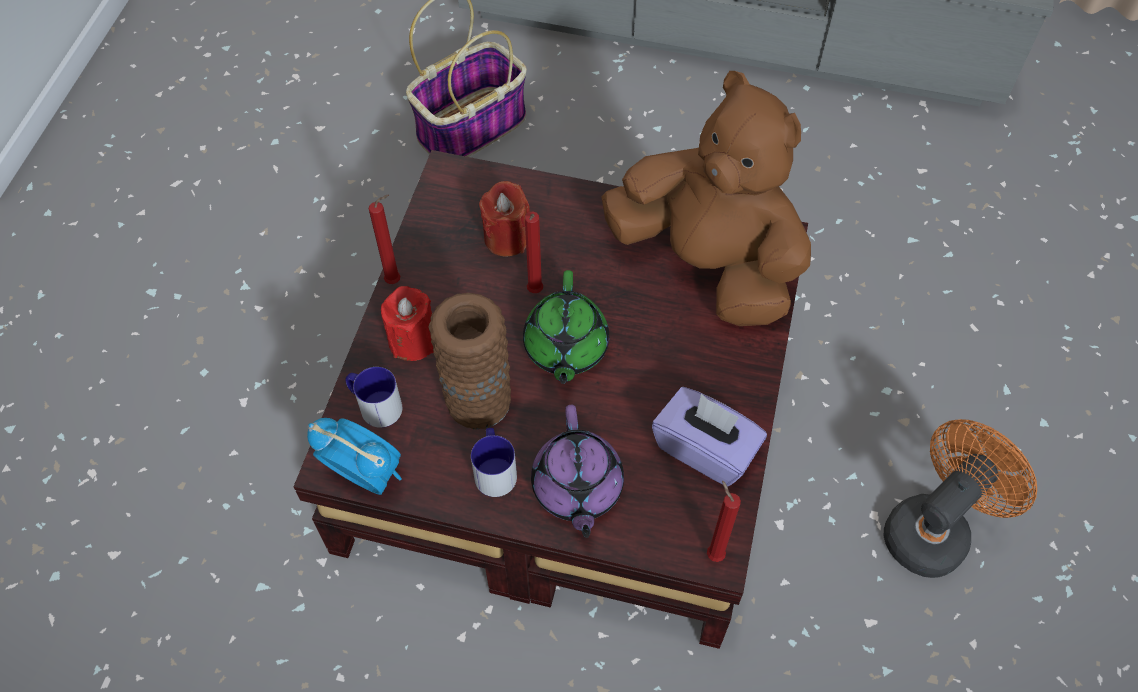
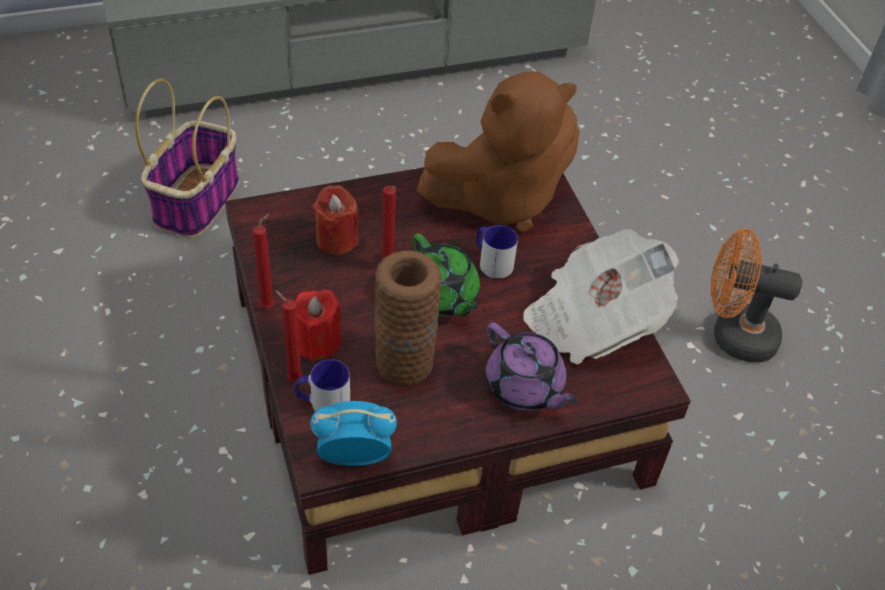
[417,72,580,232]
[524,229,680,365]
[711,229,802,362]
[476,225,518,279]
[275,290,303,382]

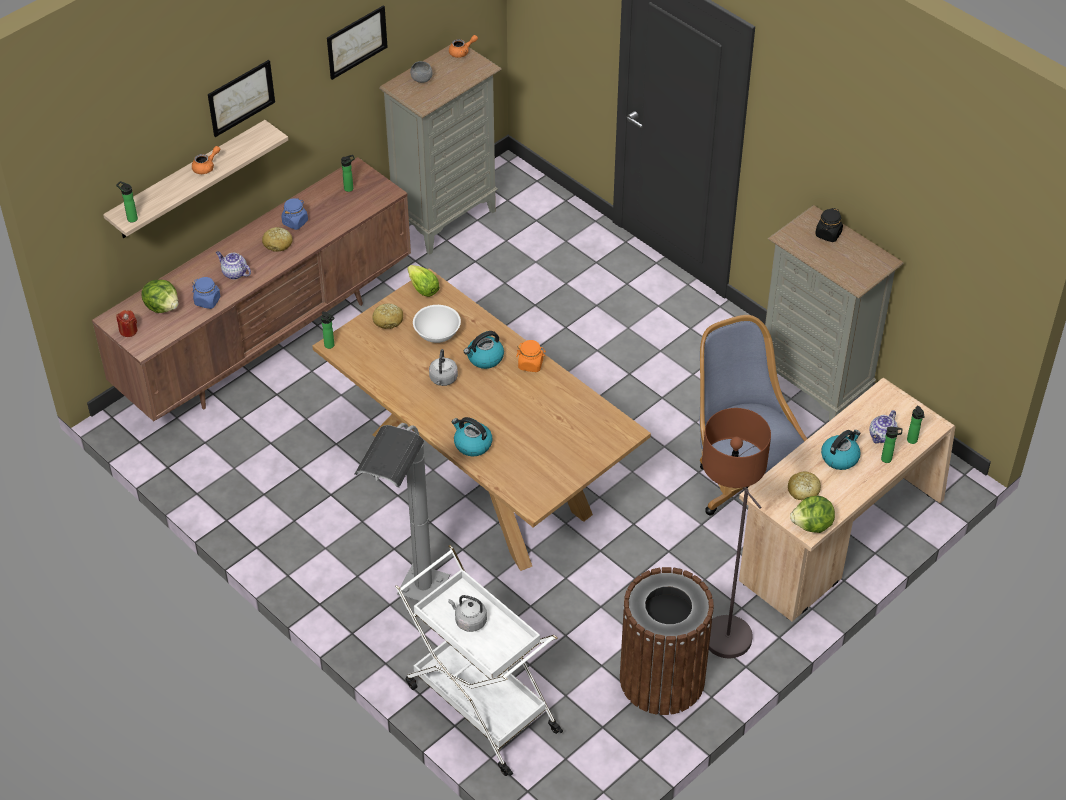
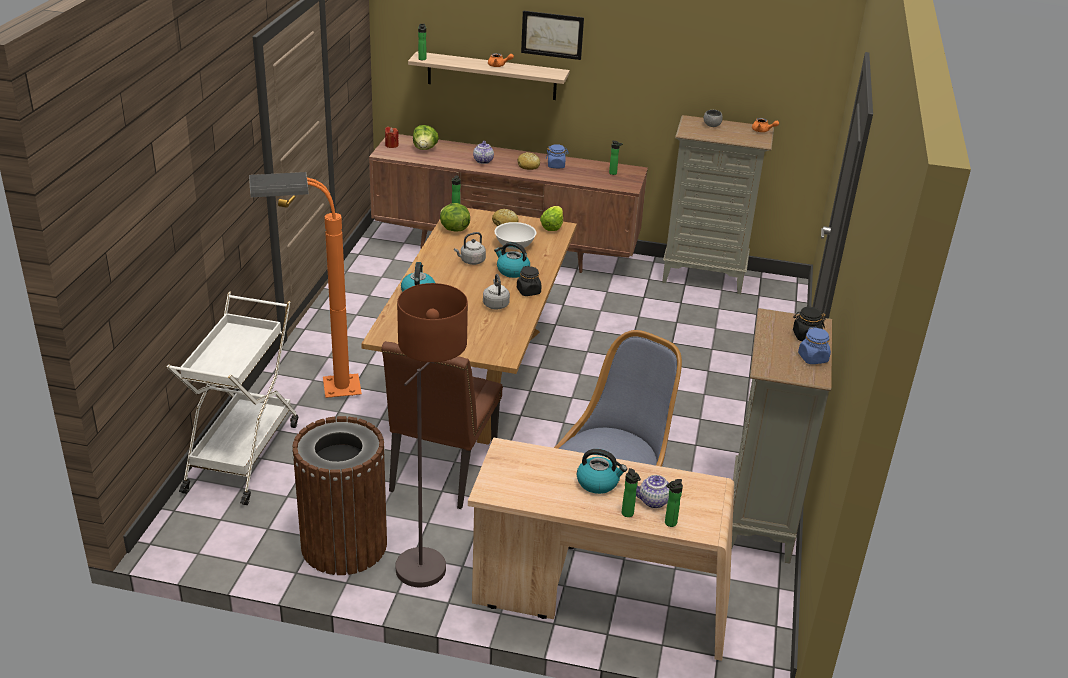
[327,5,387,80] (first image)
[798,327,831,364]
[517,266,542,296]
[249,172,362,398]
[788,472,821,500] (first image)
[440,203,470,231]
[483,274,510,309]
[381,341,503,509]

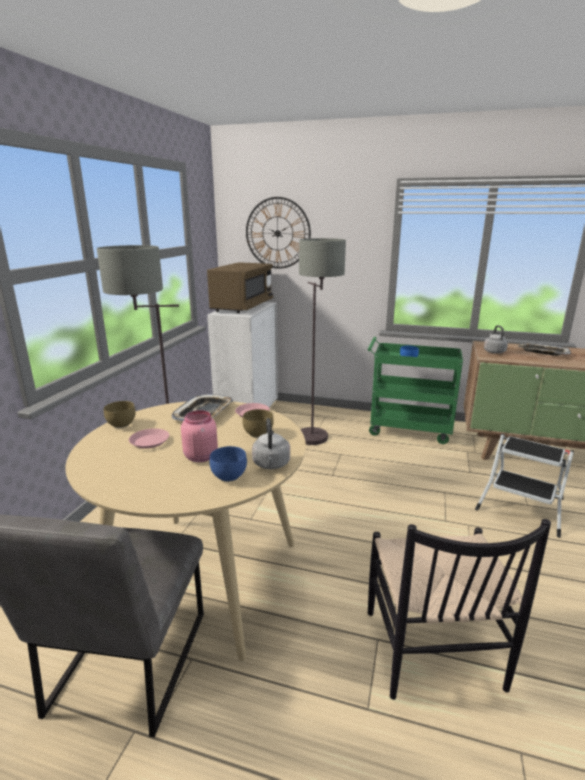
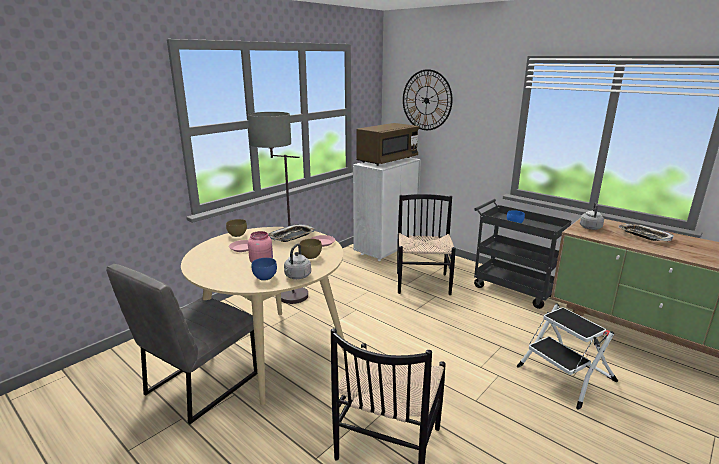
[397,194,456,295]
[474,199,571,309]

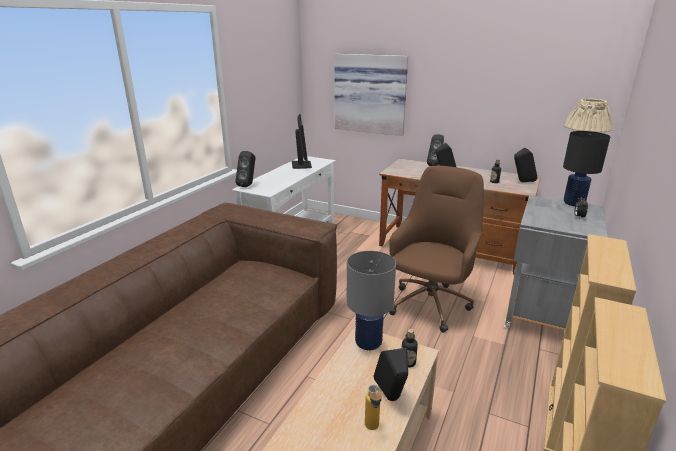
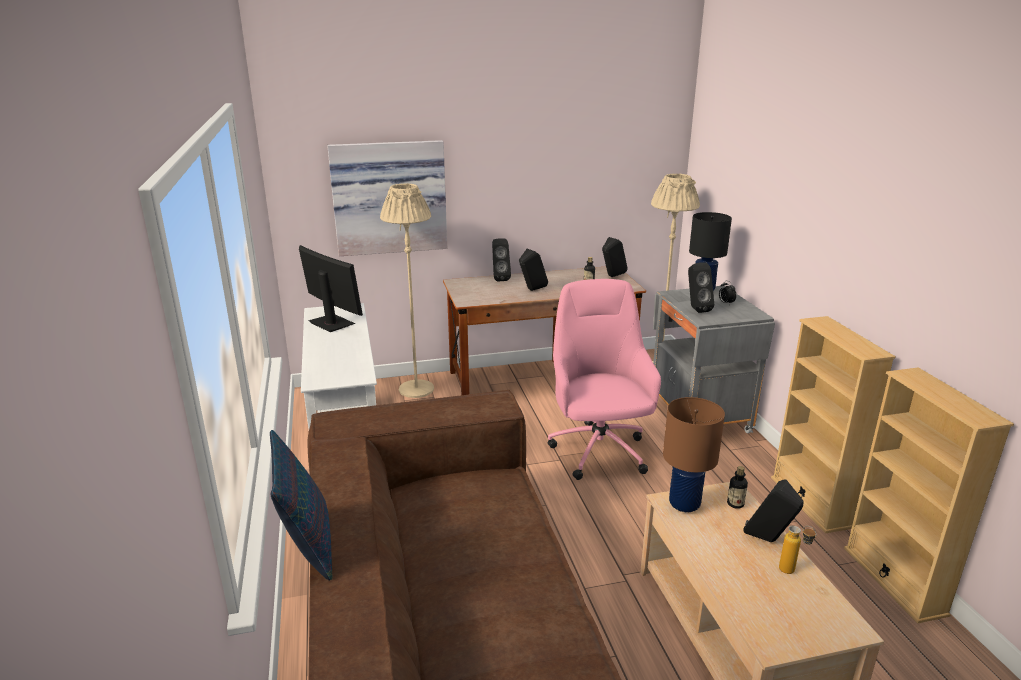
[688,262,714,313]
[548,279,661,480]
[663,397,725,512]
[380,183,434,398]
[270,430,332,580]

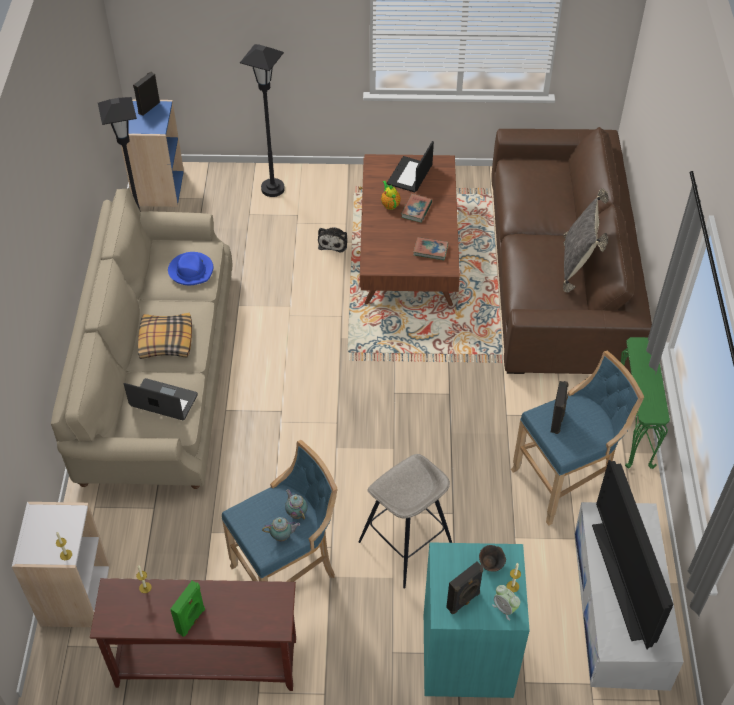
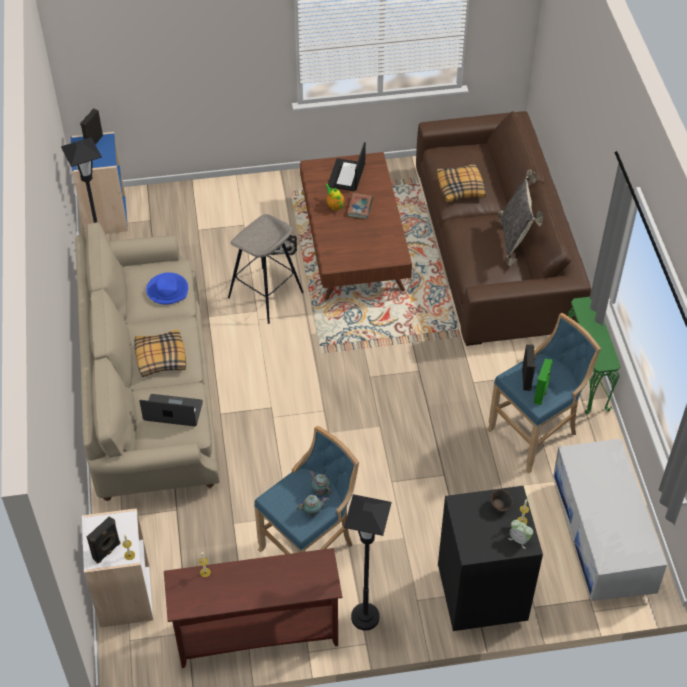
[344,494,392,630]
[414,237,448,260] (first image)
[228,214,303,324]
[592,460,674,649] (first image)
[438,486,543,631]
[87,516,120,564]
[534,359,553,405]
[437,164,486,202]

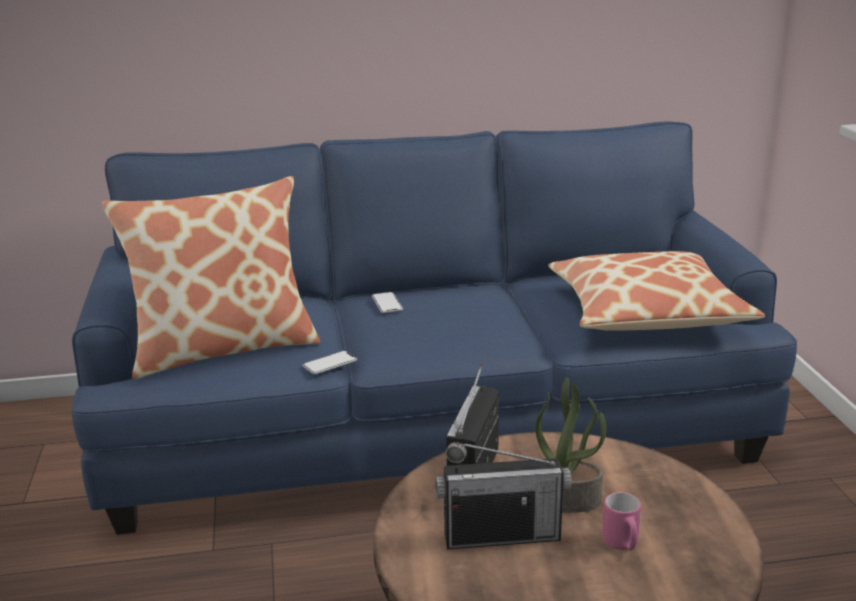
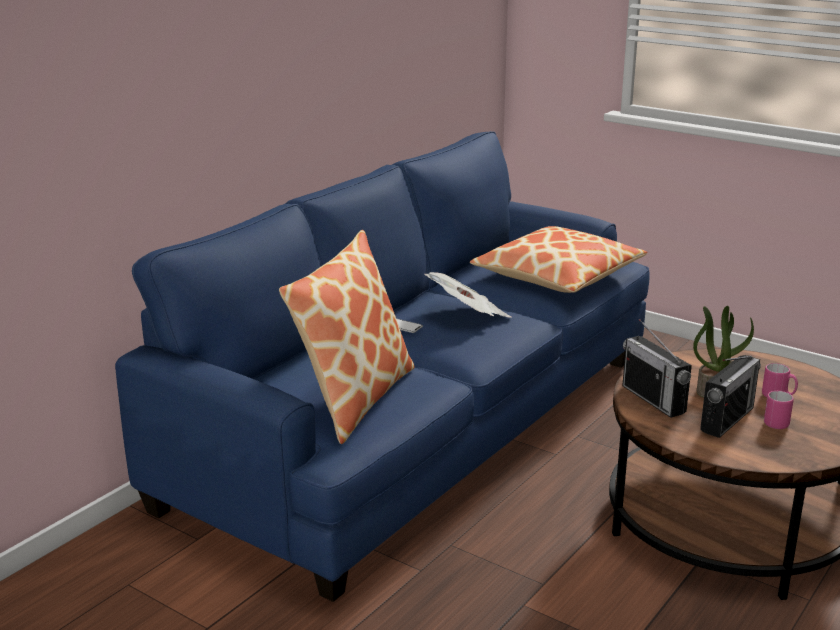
[302,351,357,374] (first image)
[424,272,512,318]
[764,391,794,429]

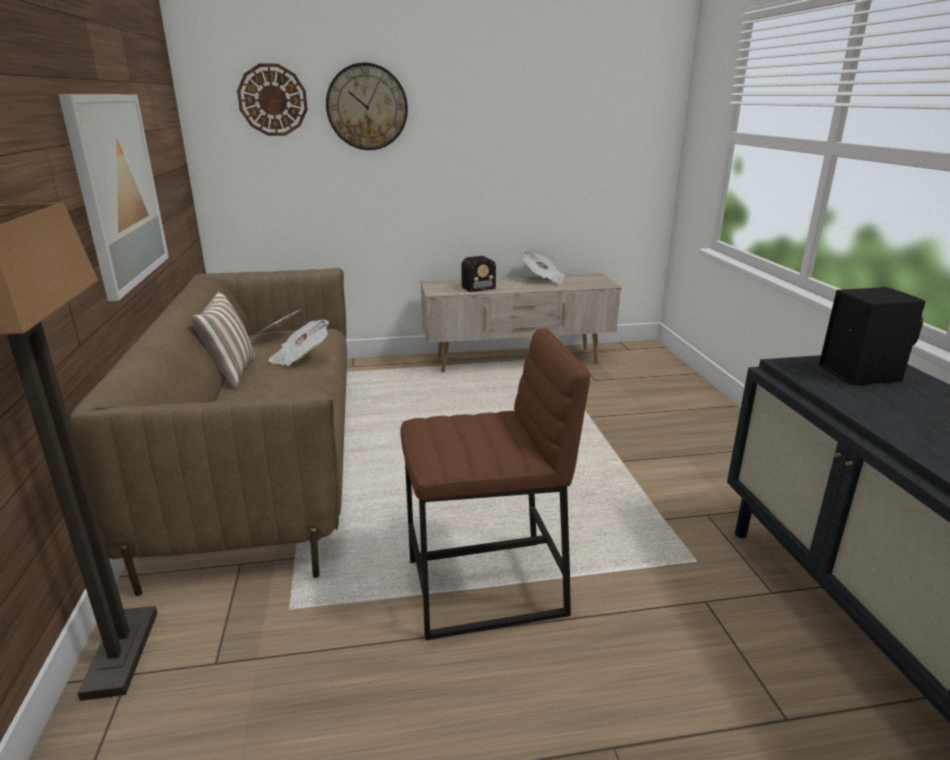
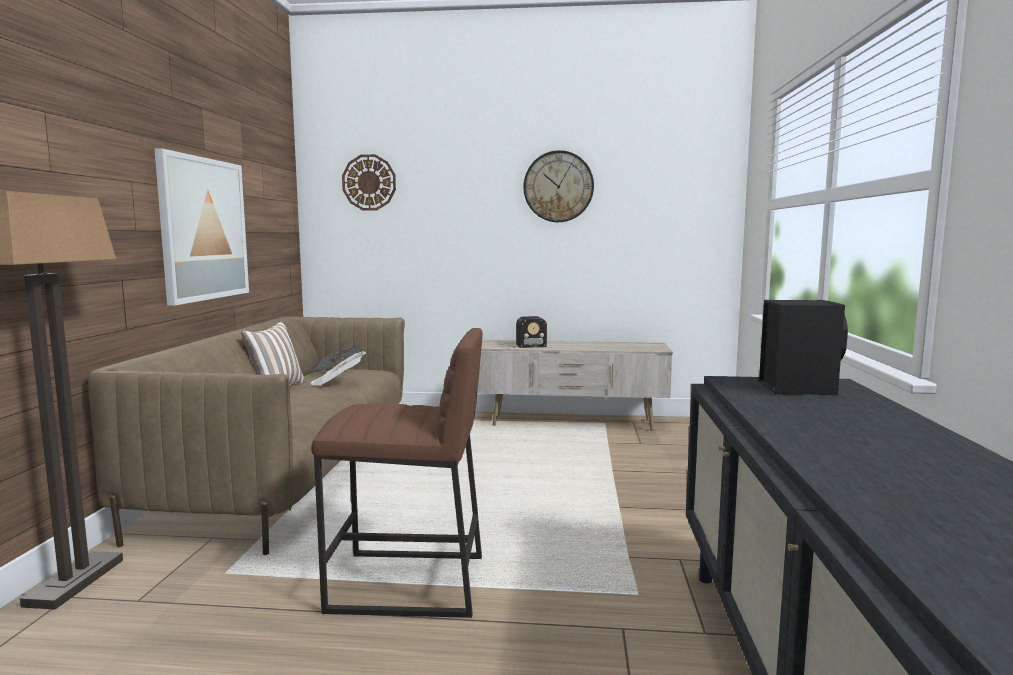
[523,150,594,222]
[523,251,565,284] (first image)

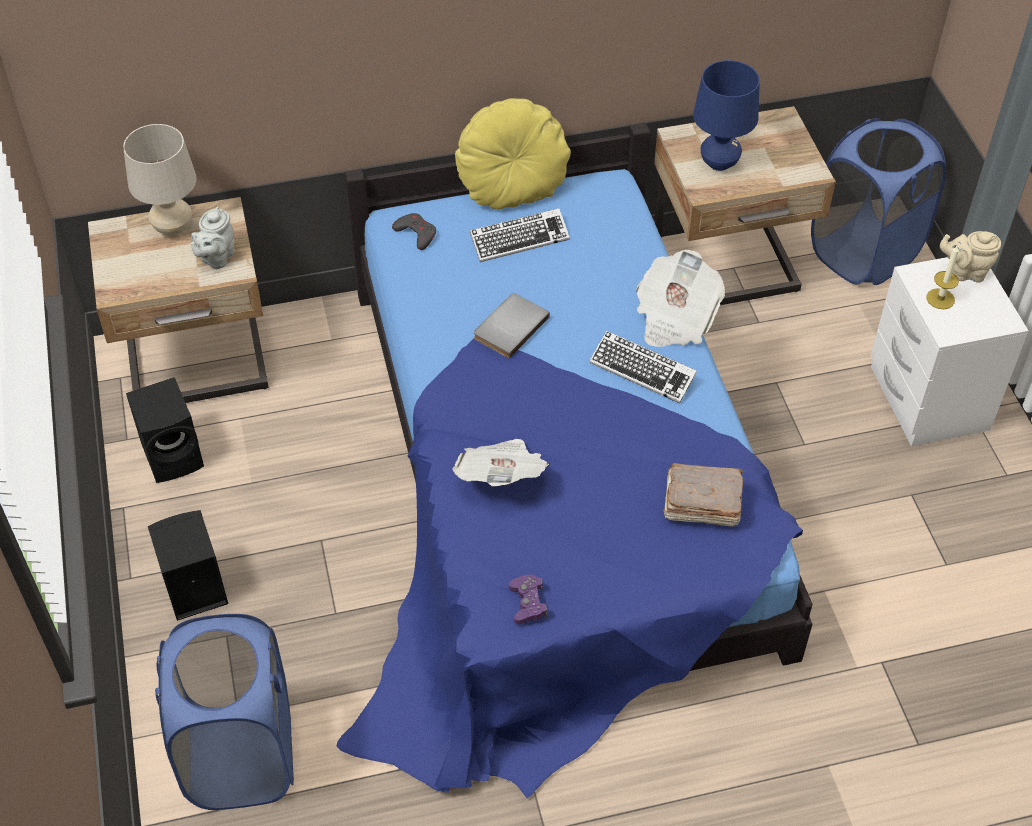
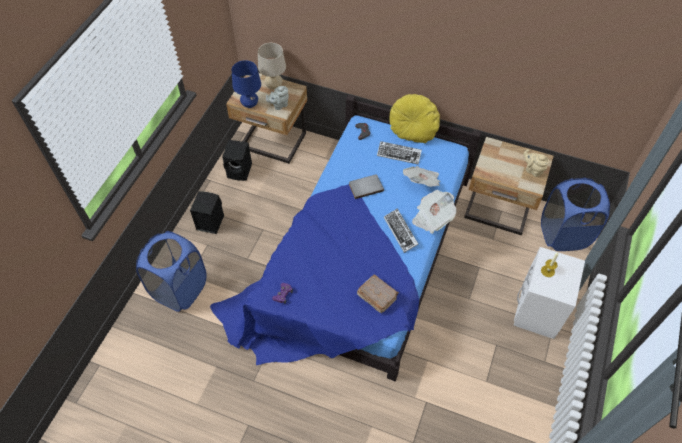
[232,60,261,108]
[523,149,549,177]
[403,166,440,187]

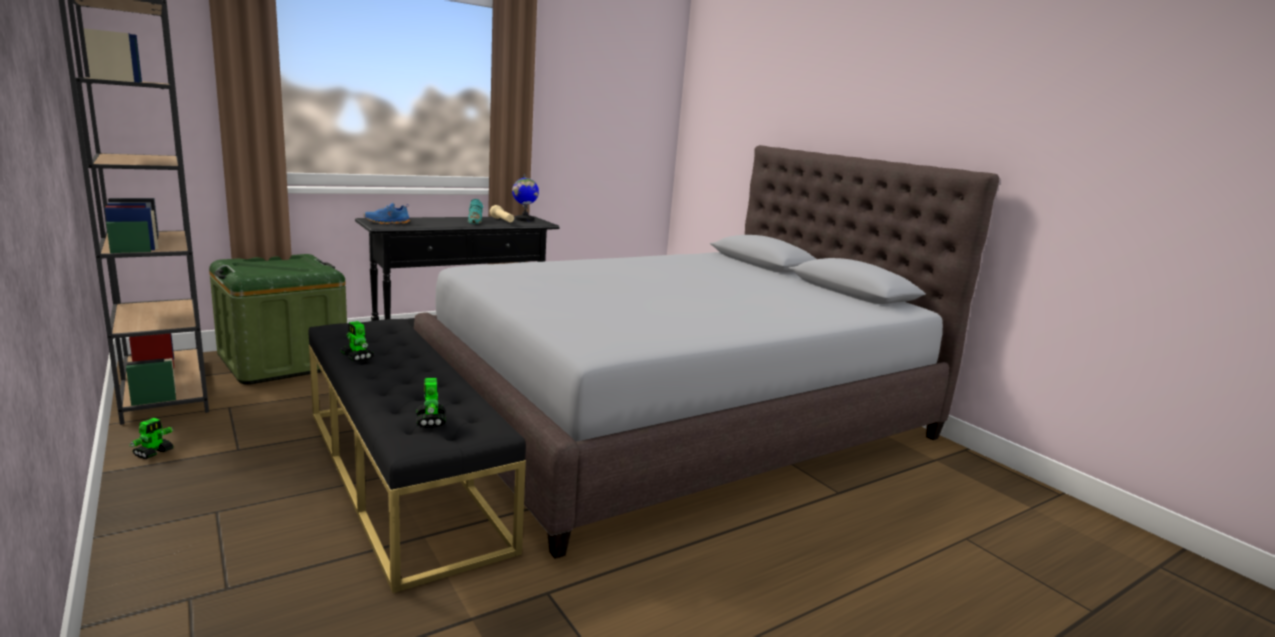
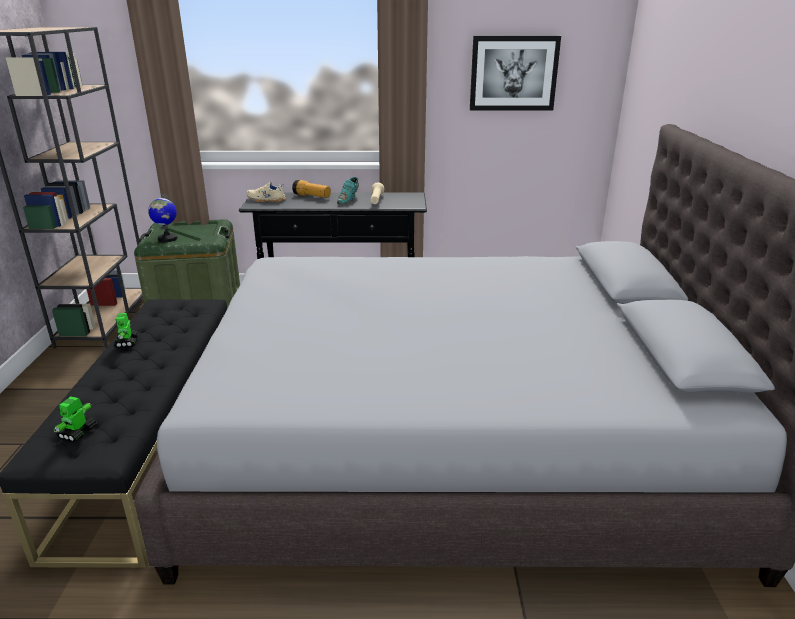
[148,194,177,242]
[246,182,286,202]
[130,418,174,459] (first image)
[470,36,561,110]
[292,180,331,198]

